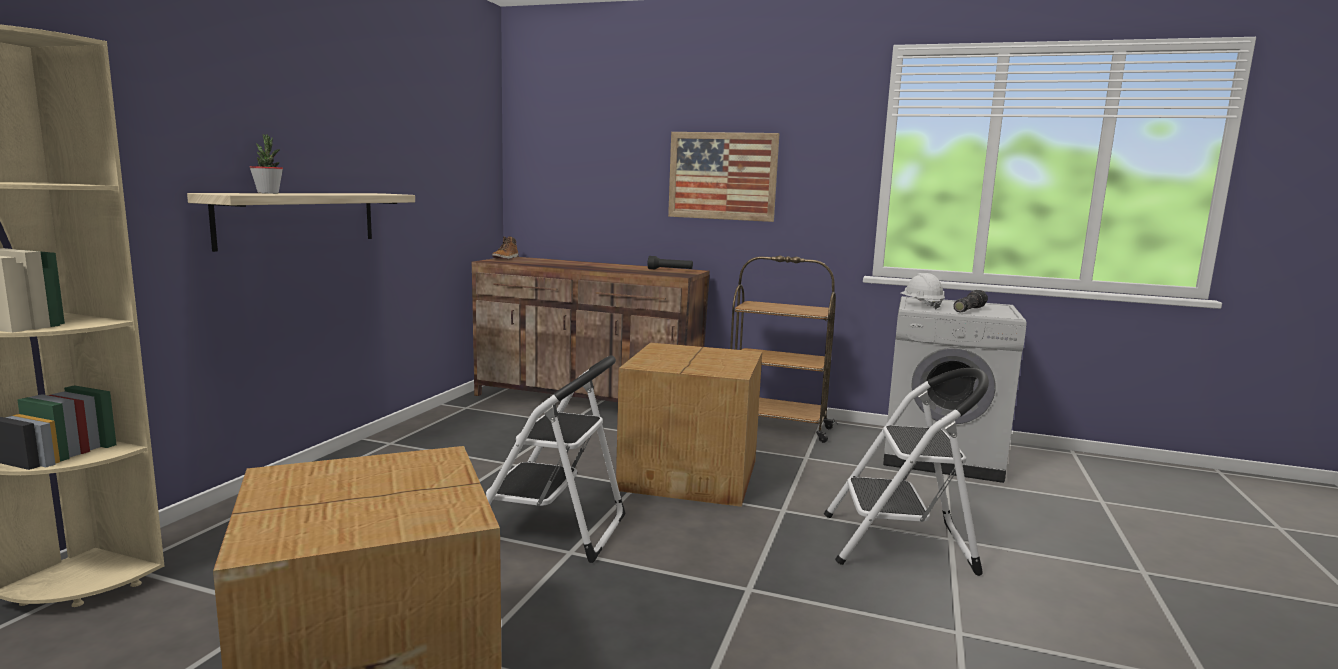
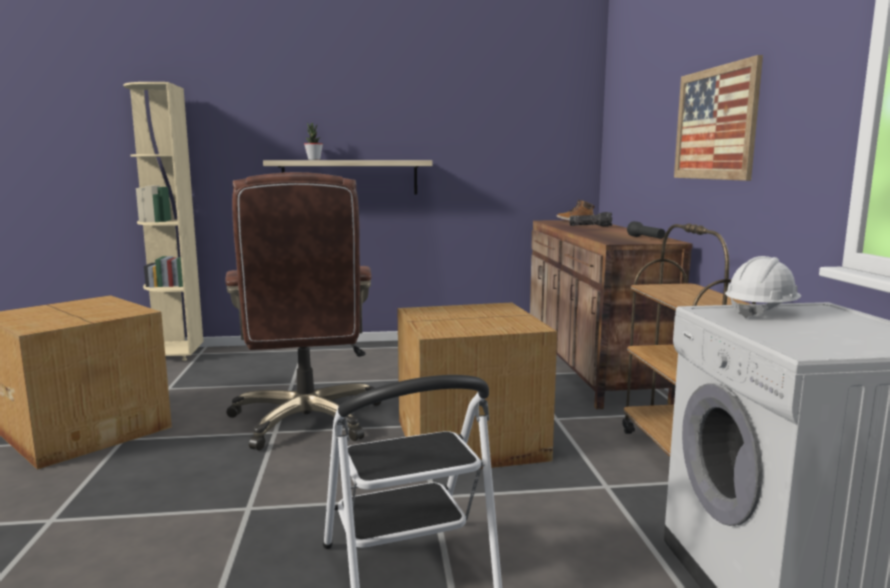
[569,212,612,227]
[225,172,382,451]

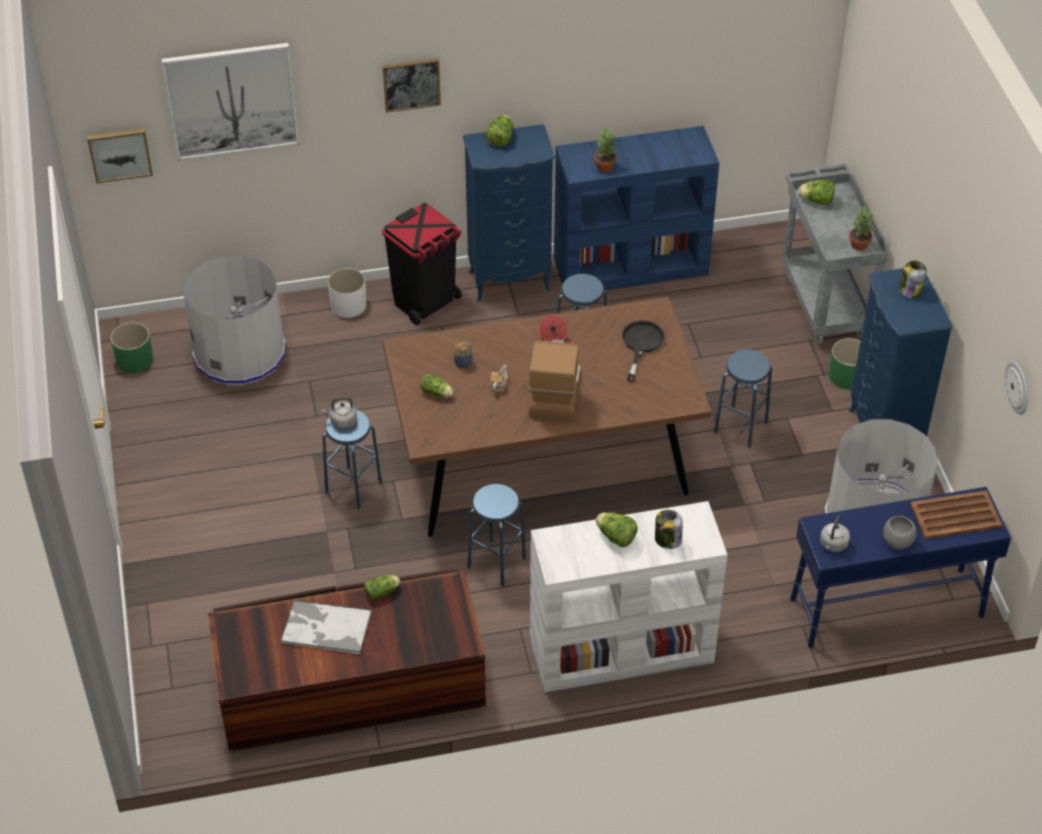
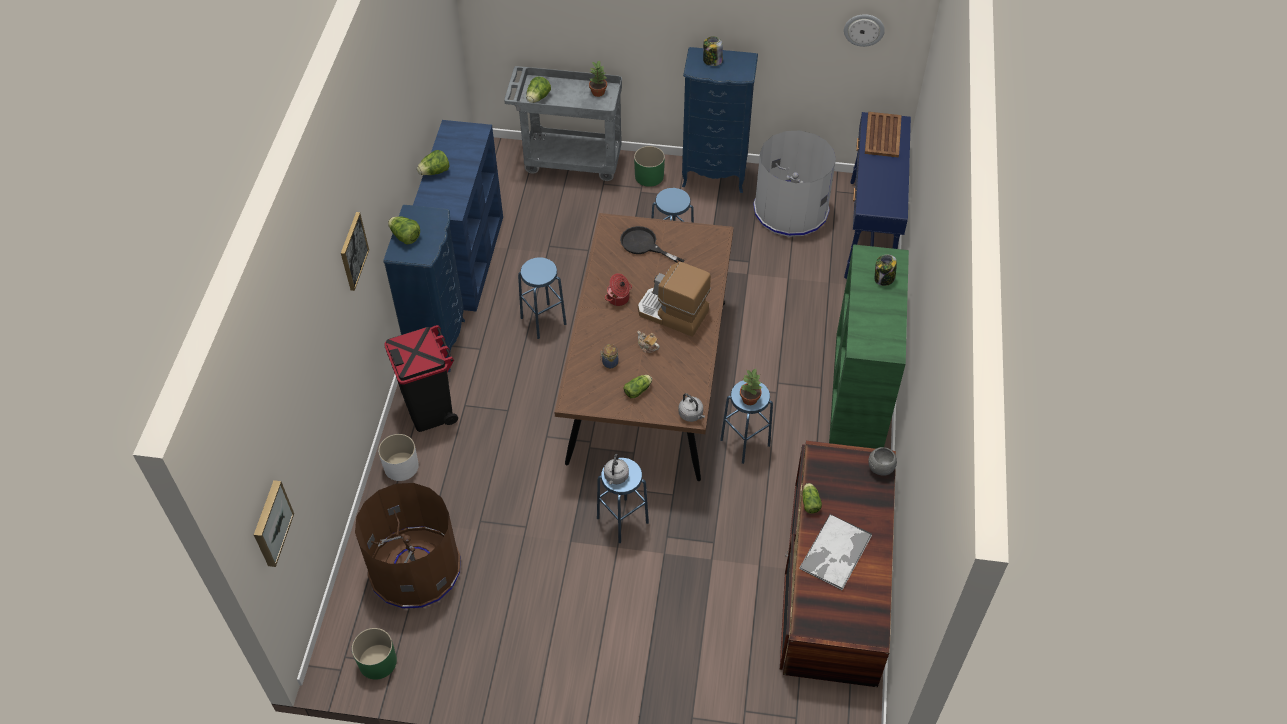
[162,43,300,161] (first image)
[740,369,762,405]
[355,483,461,609]
[829,244,909,449]
[417,150,449,175]
[678,393,705,422]
[868,447,897,476]

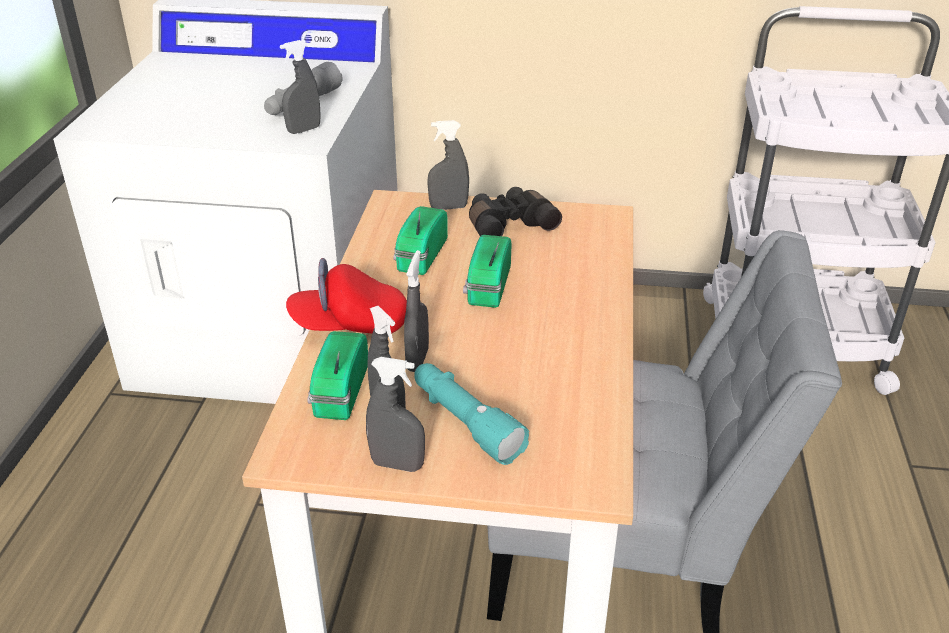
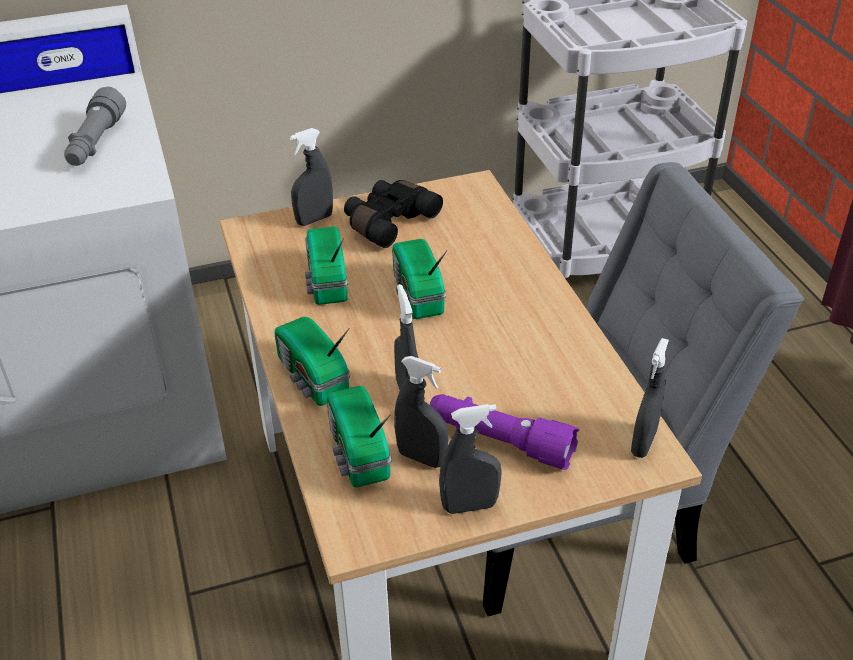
[631,338,669,458]
[274,317,350,406]
[429,394,579,470]

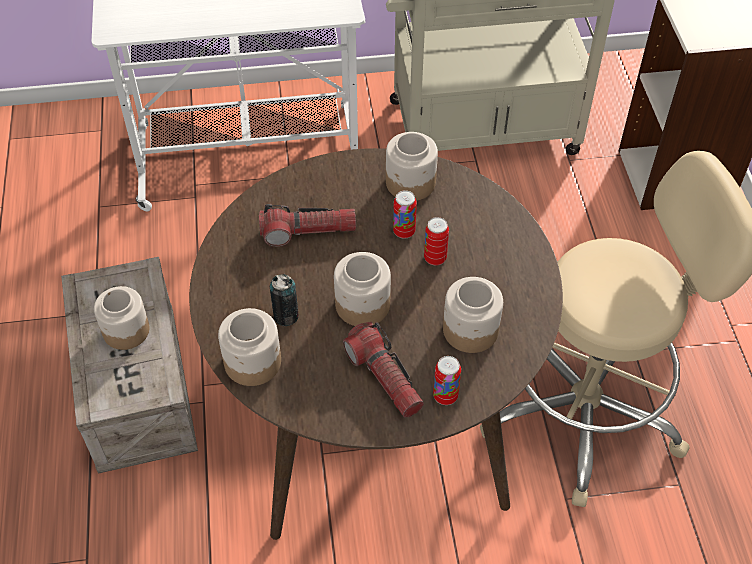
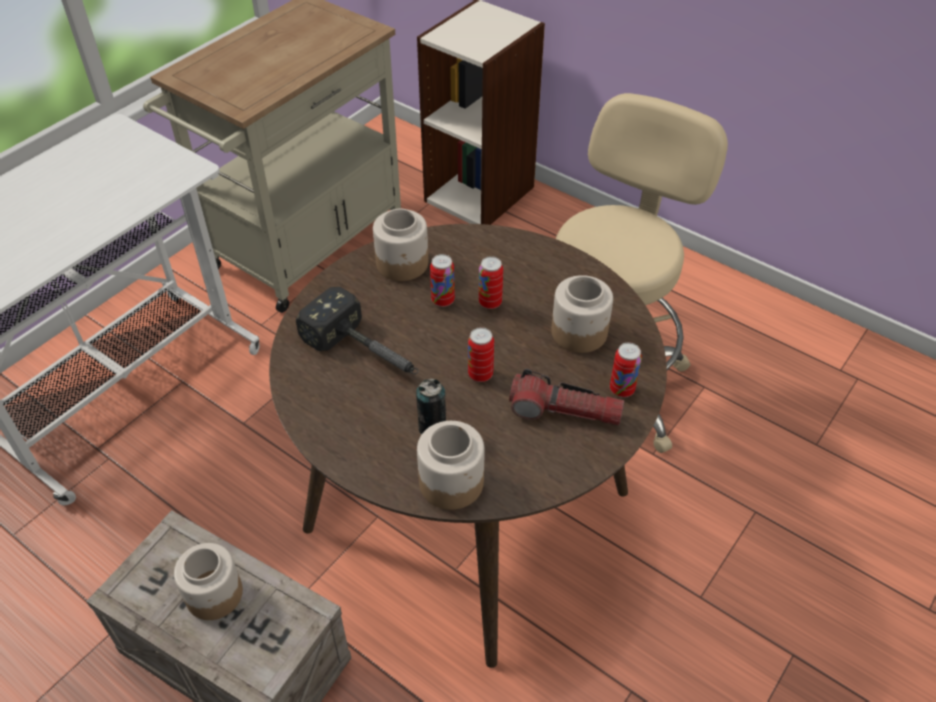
[296,287,419,374]
[468,327,494,382]

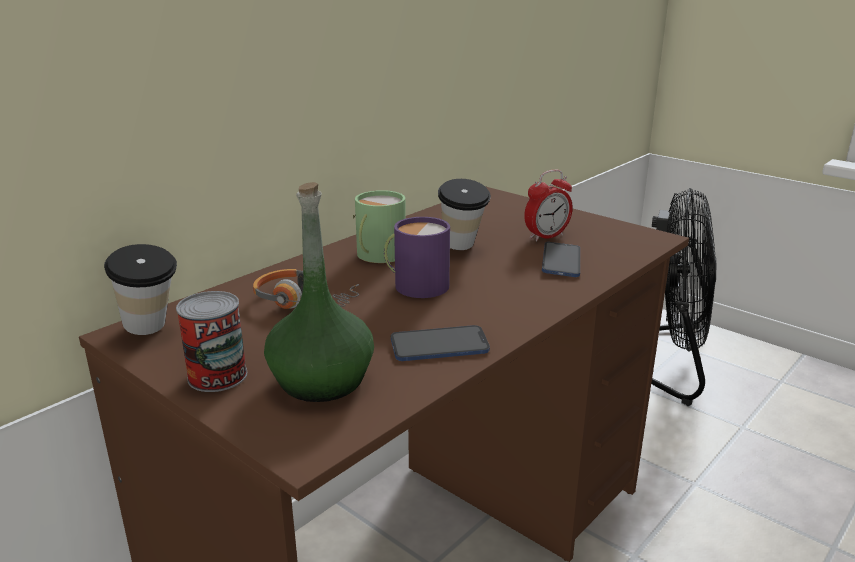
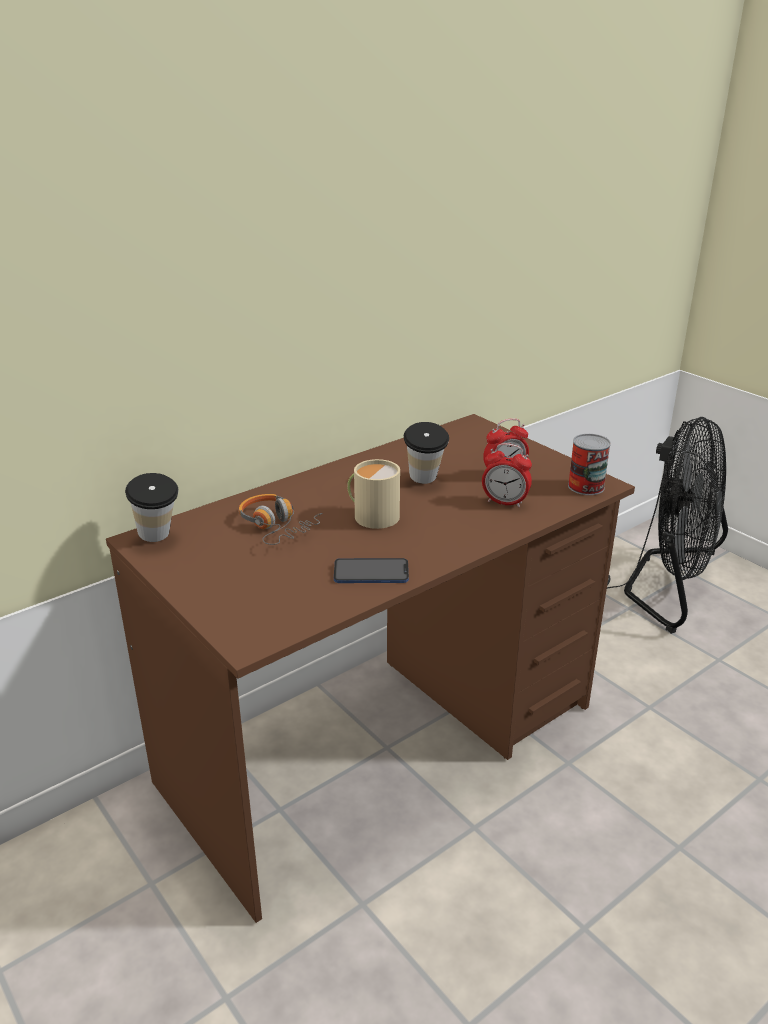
[264,182,374,402] (first image)
[353,190,406,263] (first image)
[347,459,400,529]
[482,443,532,507]
[568,434,611,495]

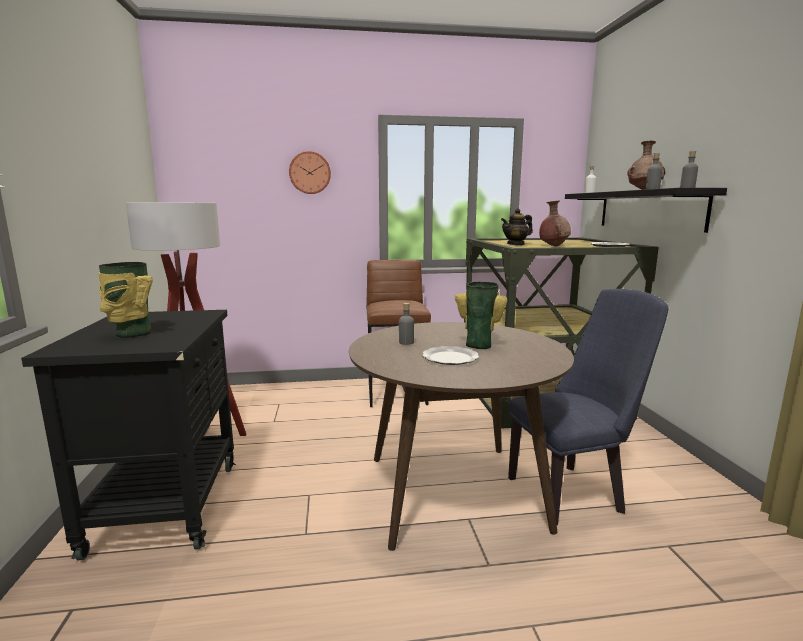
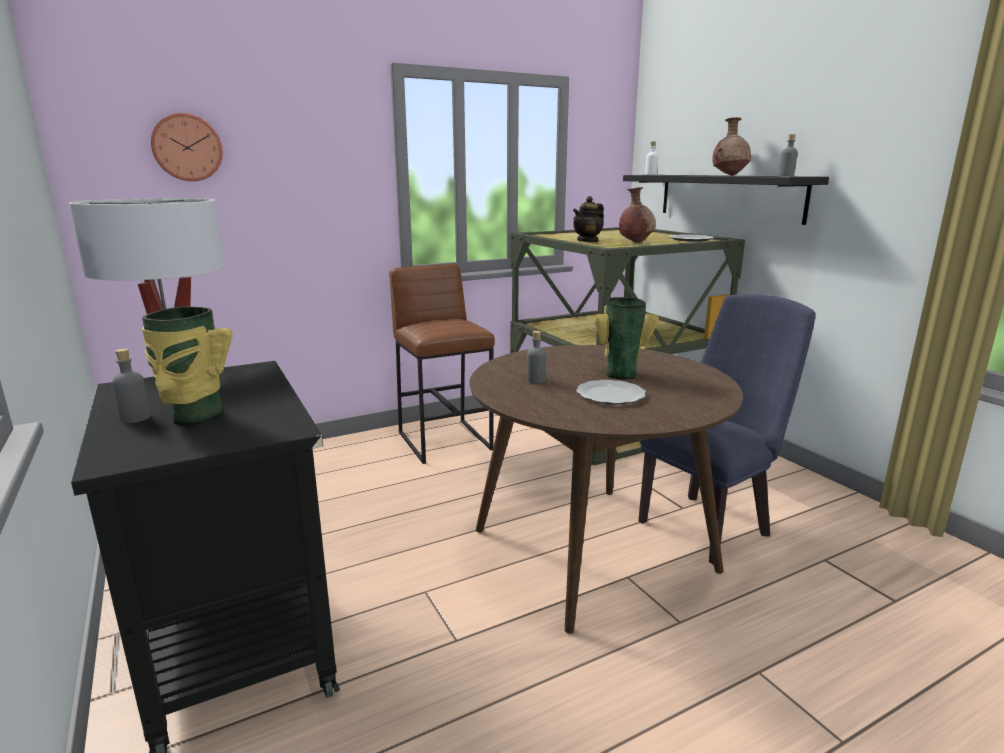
[151,113,223,181]
[112,349,151,423]

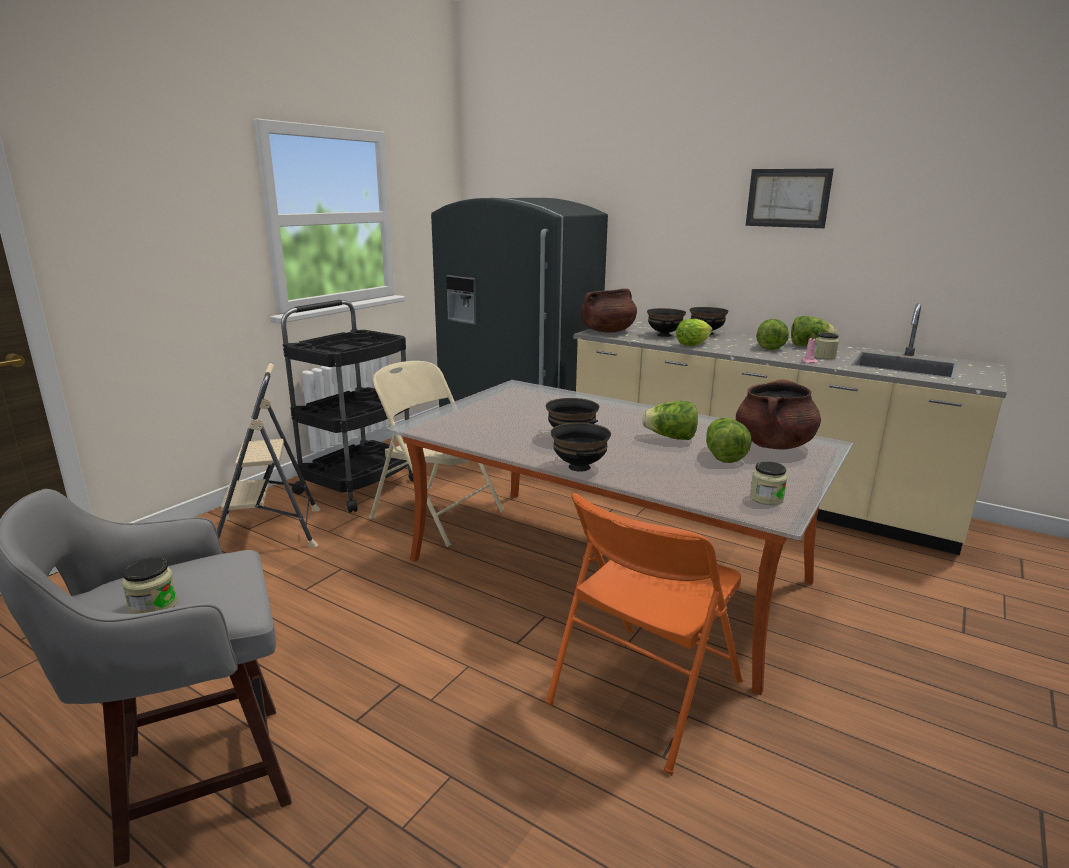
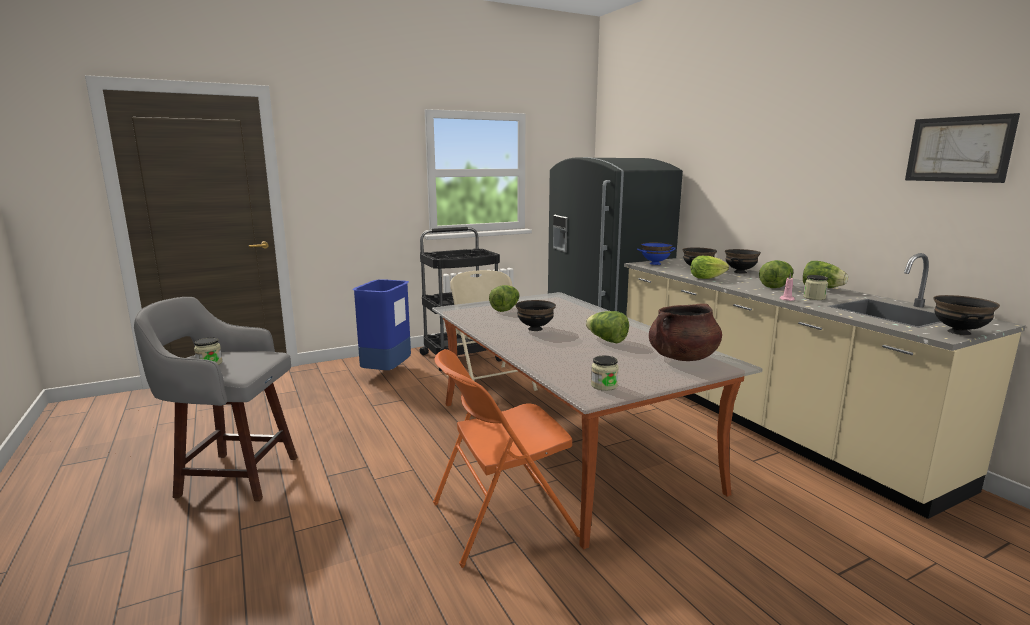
[905,113,1020,183]
[637,243,676,265]
[352,279,411,370]
[489,285,520,312]
[934,295,1000,335]

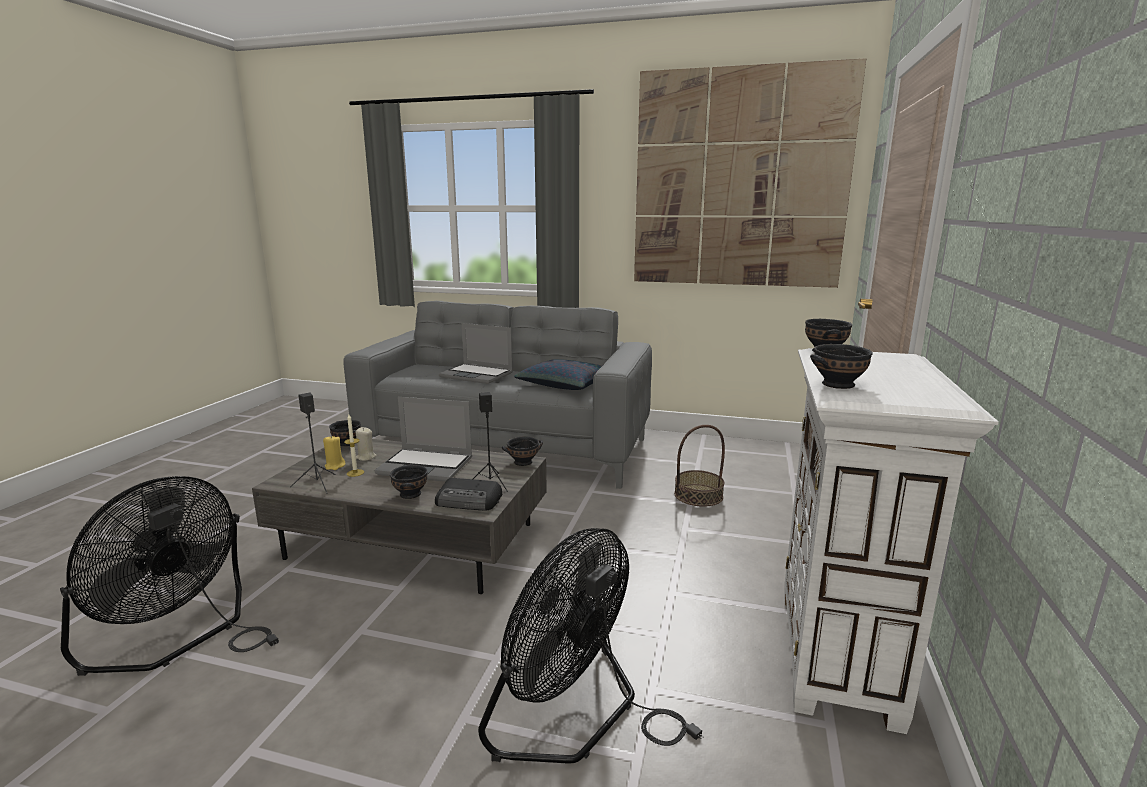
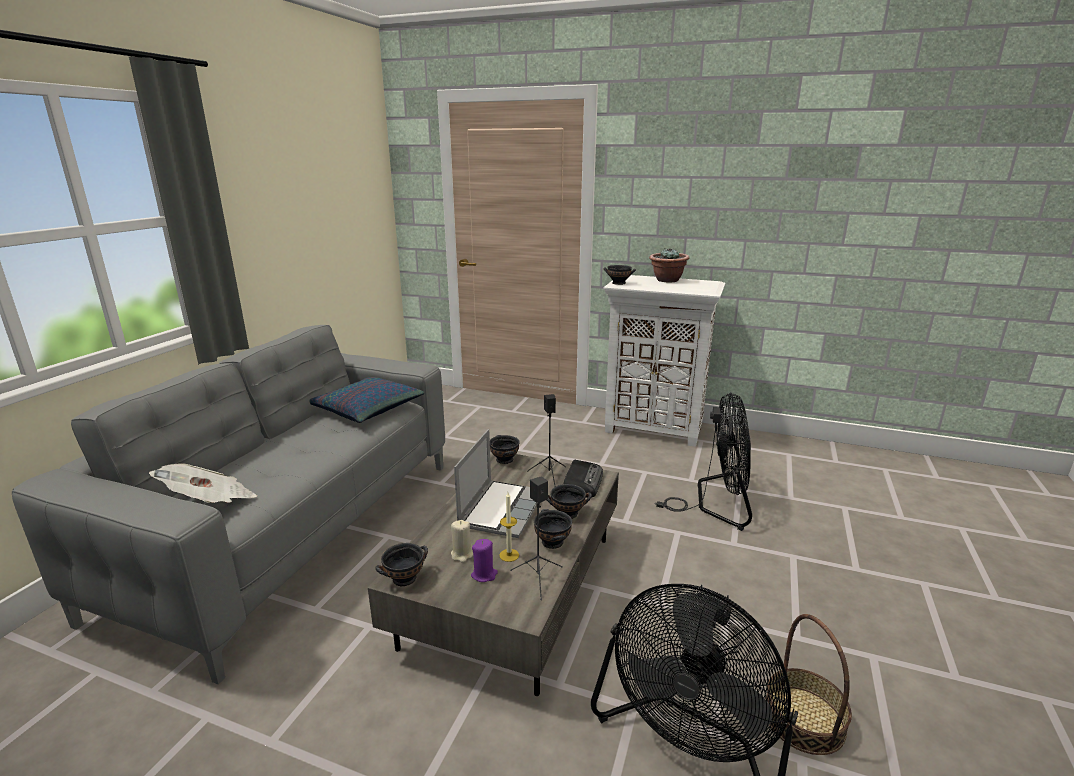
[634,58,866,288] (first image)
[439,323,513,384] (first image)
[534,509,572,549]
[766,614,852,755]
[471,539,498,582]
[655,393,752,531]
[649,248,689,283]
[149,463,258,503]

